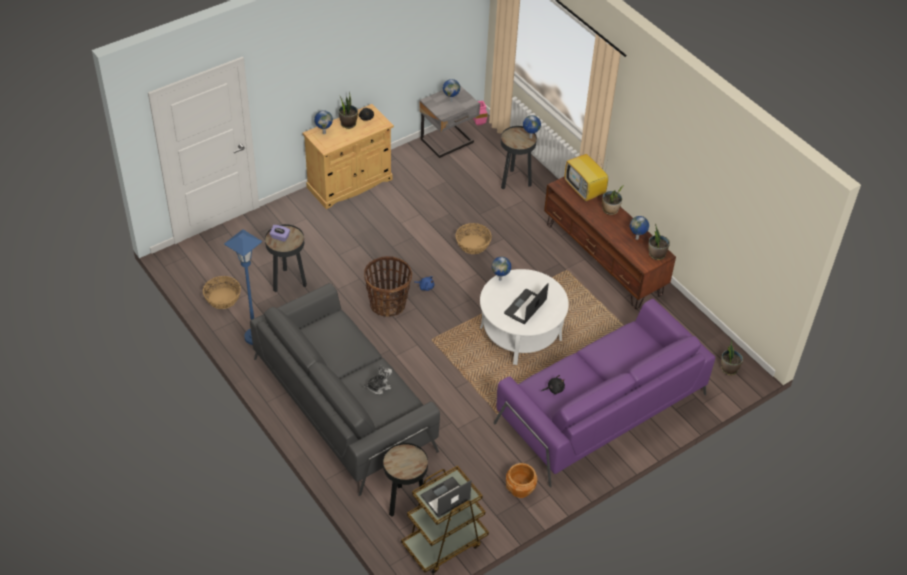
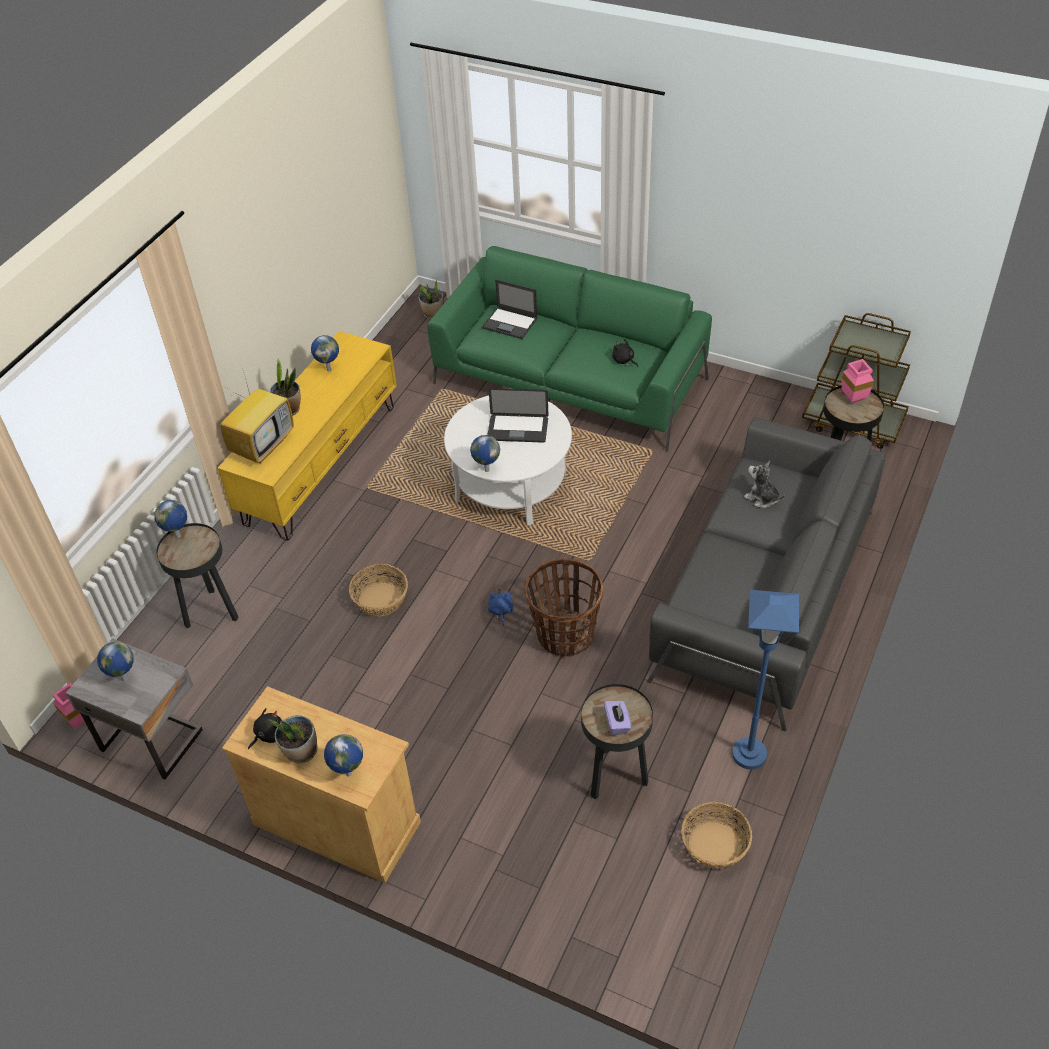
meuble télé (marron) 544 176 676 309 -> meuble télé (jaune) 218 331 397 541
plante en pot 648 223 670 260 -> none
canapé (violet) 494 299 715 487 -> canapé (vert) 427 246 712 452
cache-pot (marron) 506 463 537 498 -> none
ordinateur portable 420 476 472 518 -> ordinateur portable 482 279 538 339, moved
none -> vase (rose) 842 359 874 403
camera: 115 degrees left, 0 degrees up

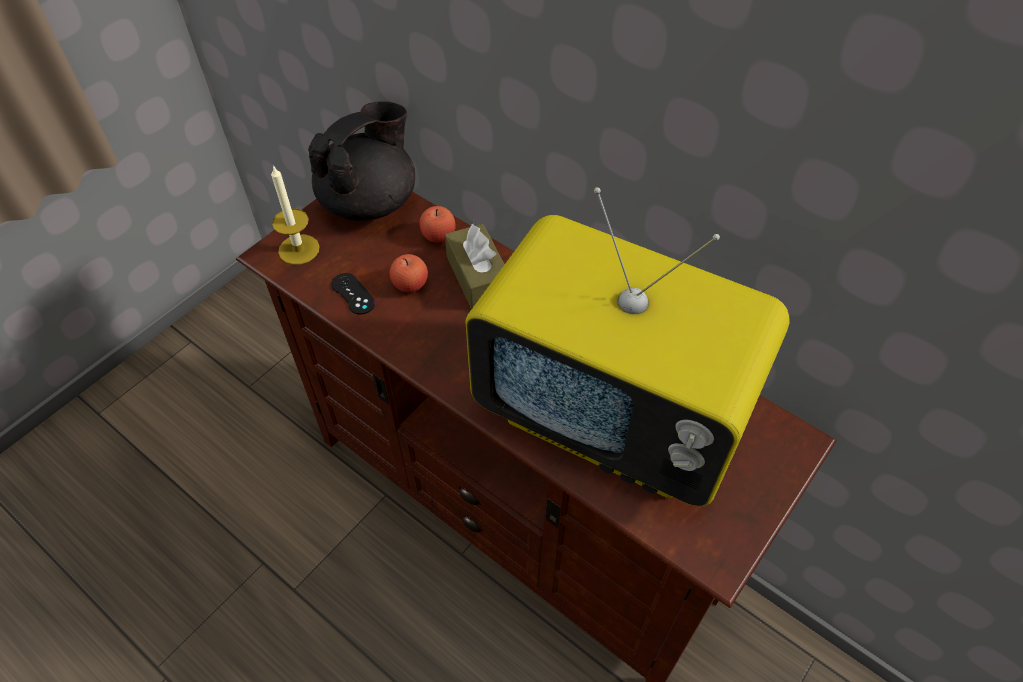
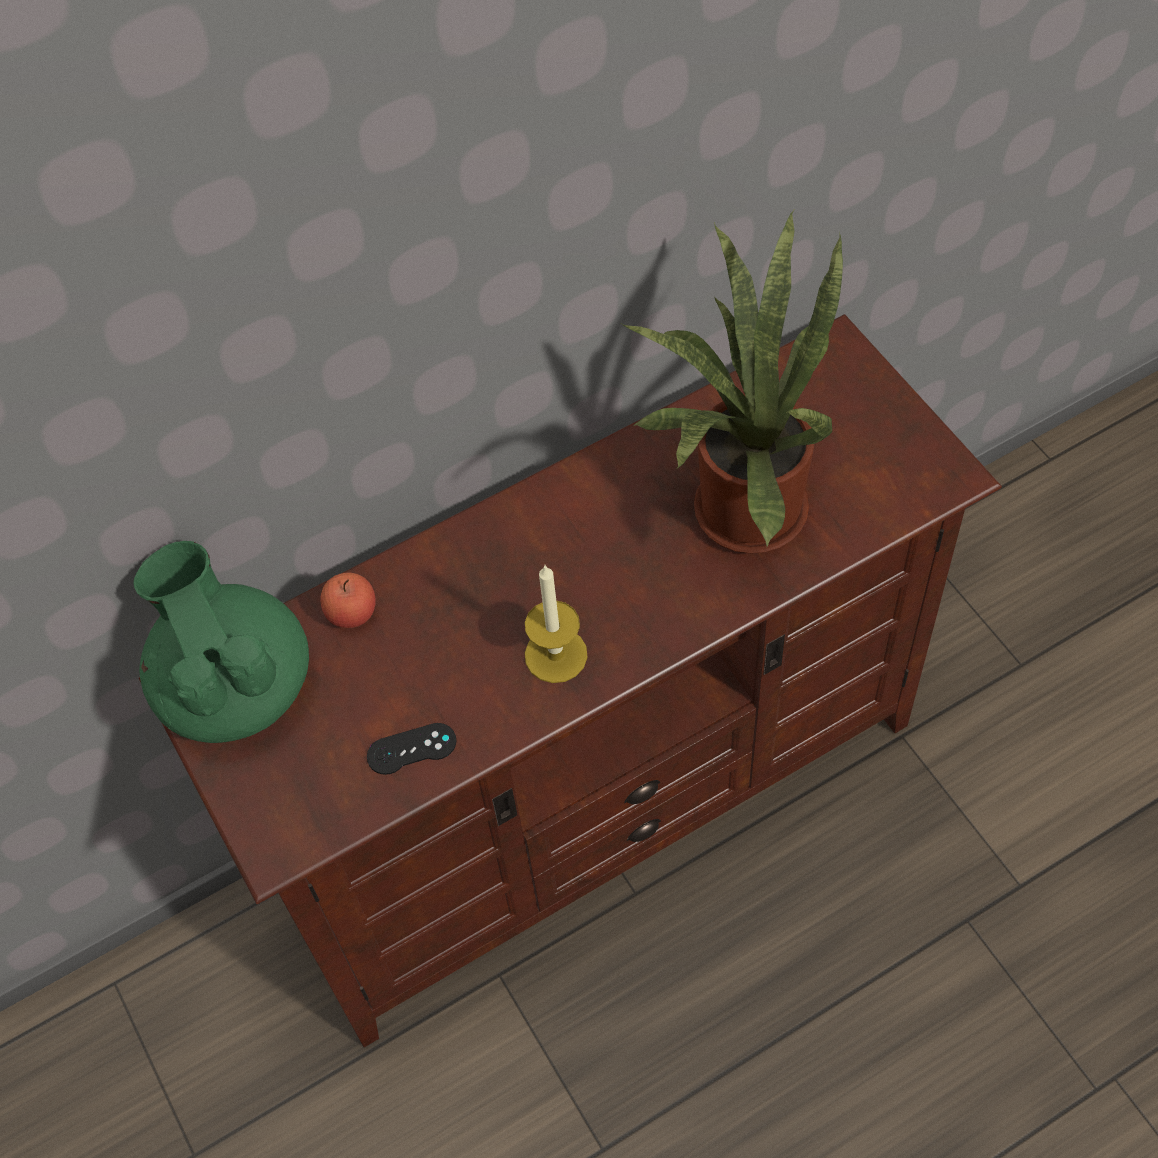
théière (noir) 308 101 415 221 -> théière (vert) 133 541 309 743
bougie 271 165 319 265 -> bougie 525 566 588 683, moved
téléviseur 466 187 789 506 -> plante en pot 622 210 843 554
boîte à mouchoirs (marron) 445 224 505 309 -> none
pomme 390 254 428 293 -> none
camera: 65 degrees left, 5 degrees up

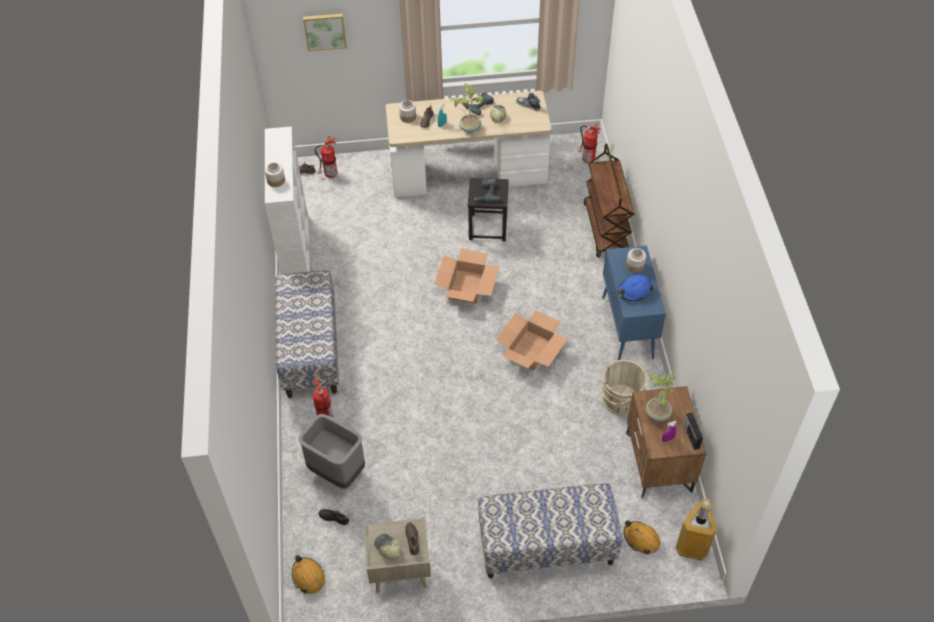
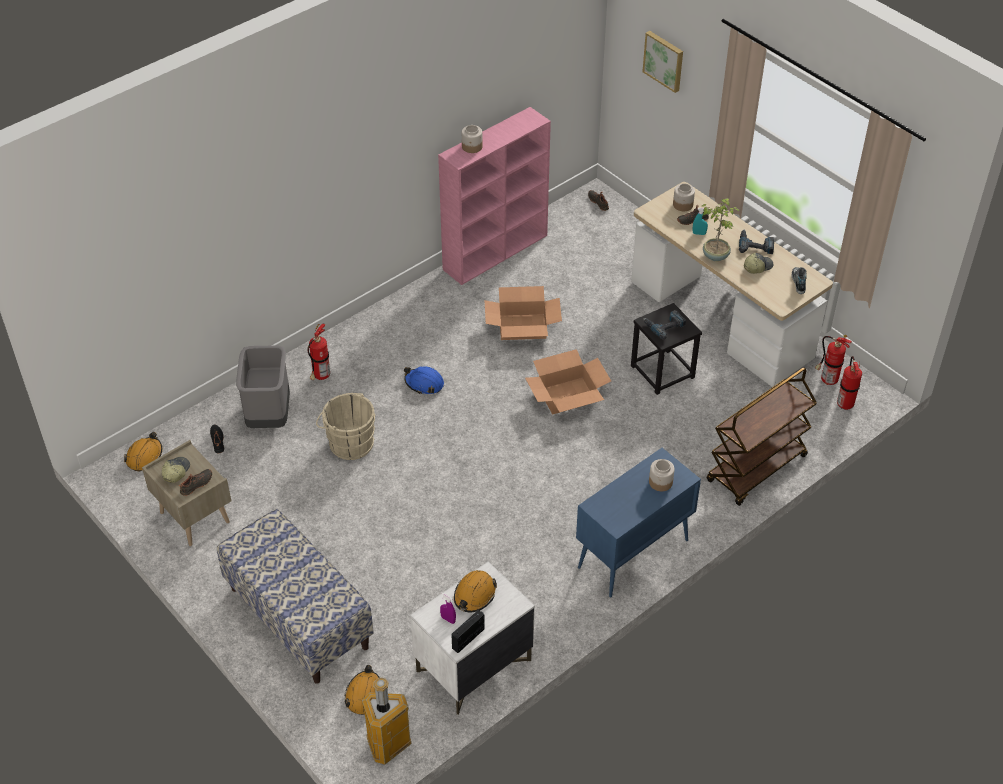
bibliothèque (blanc) 265 126 310 275 -> bibliothèque (rose) 438 107 551 285
extincteur 315 136 337 178 -> extincteur 815 334 852 385, moved
banc 275 270 339 398 -> none
casque de chantier (bleu) 618 274 653 301 -> casque de chantier (bleu) 404 366 444 394, moved
carton 496 310 568 371 -> carton 484 286 562 340, moved
seau (beige) 597 360 648 415 -> seau (beige) 316 393 376 460, moved
plante en pot 646 373 676 421 -> casque de chantier (orange) 454 570 497 612
table de chevet (marron) 626 386 706 498 -> table de chevet (blanc) 410 562 535 715
camera: 55 degrees right, 5 degrees down

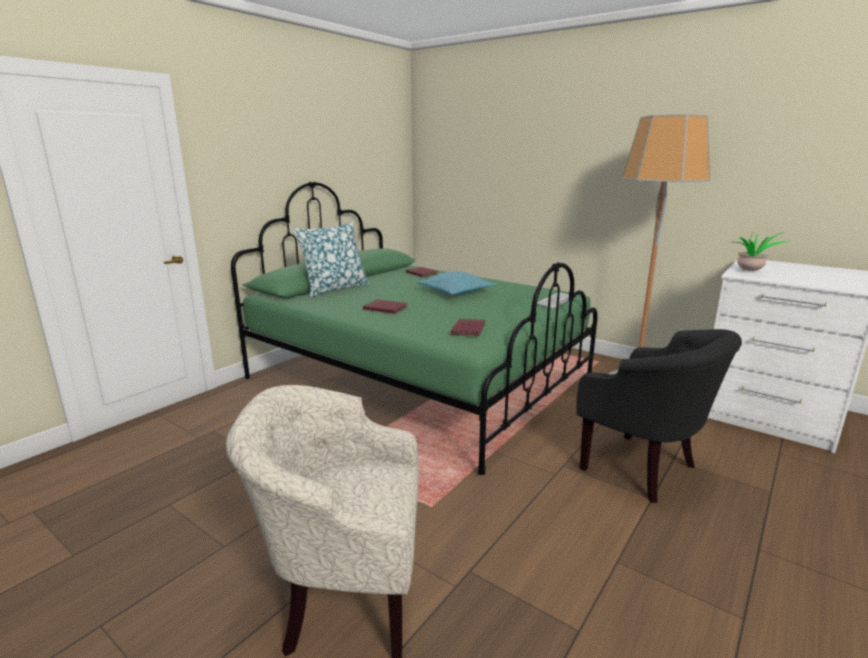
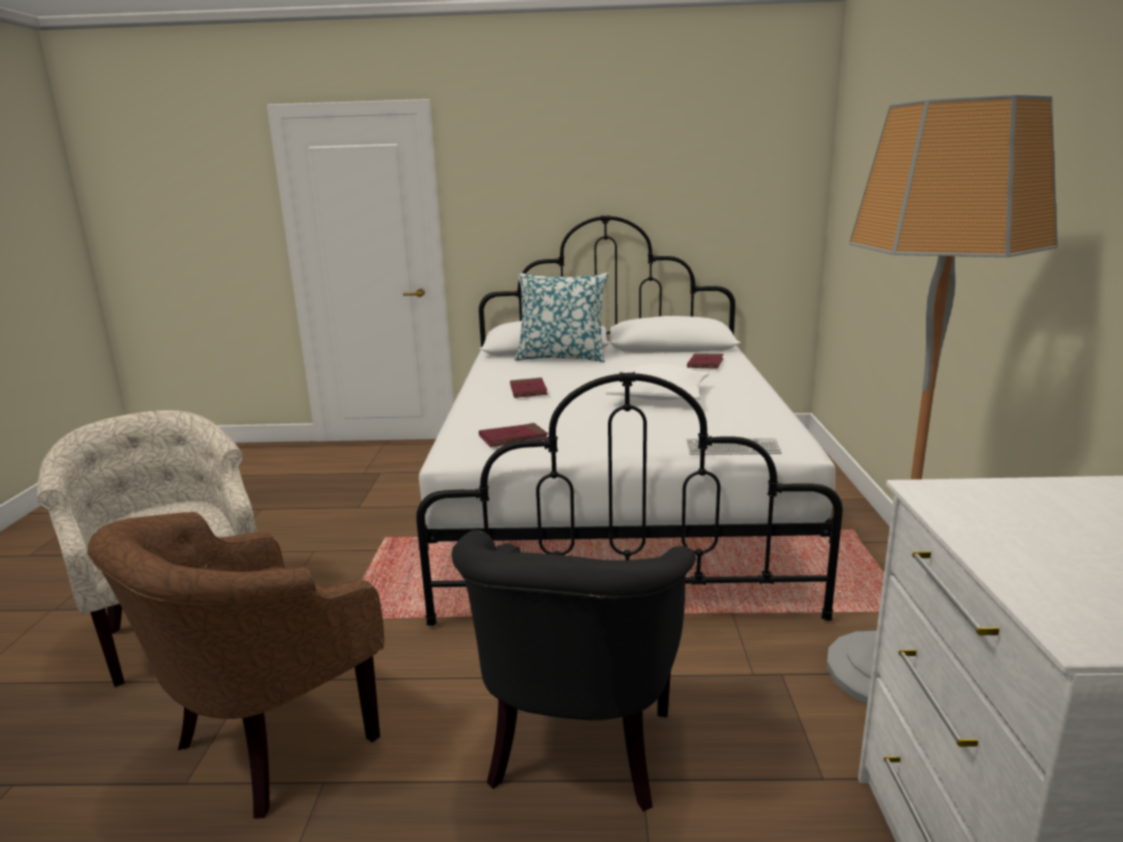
lit (vert) 231 181 598 475 -> lit (blanc) 416 215 843 626
plante en pot 735 232 788 271 -> none
coussin (turquoise) 417 271 496 295 -> coussin (blanc) 606 364 709 400
none -> fauteuil (marron) 88 512 384 819
camera: 55 degrees right, 0 degrees up

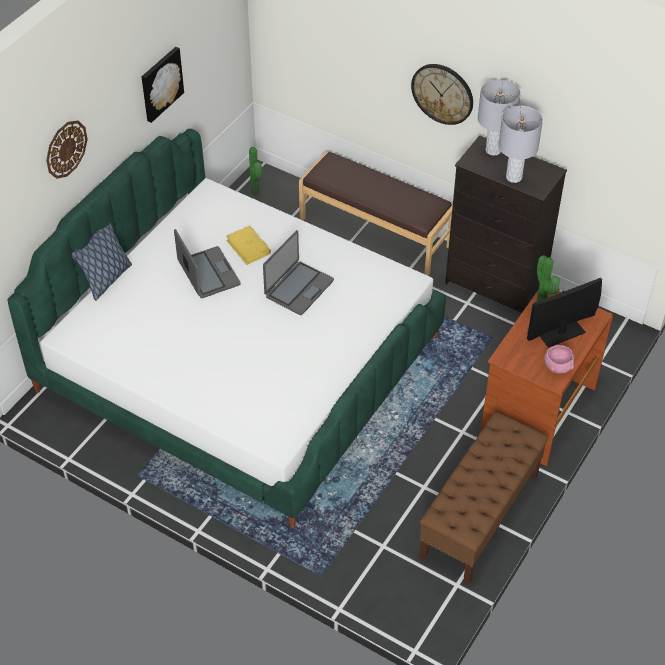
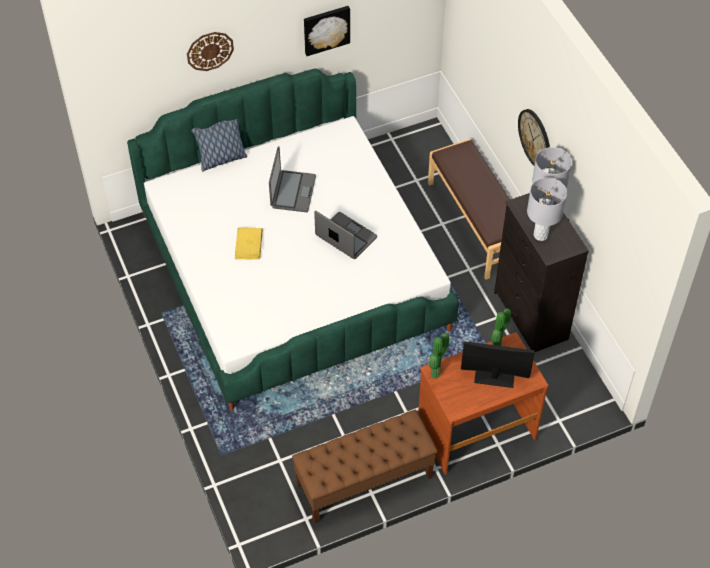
plante en pot 249 147 262 196 -> plante en pot 429 333 449 379, moved
livre (jaune) 226 226 271 265 -> livre (jaune) 235 227 263 259, moved
ordinateur portable 263 230 334 315 -> ordinateur portable 314 210 377 259, 120 degrees counterclockwise
bol (rose) 544 345 574 374 -> none
camera: 35 degrees right, 5 degrees up

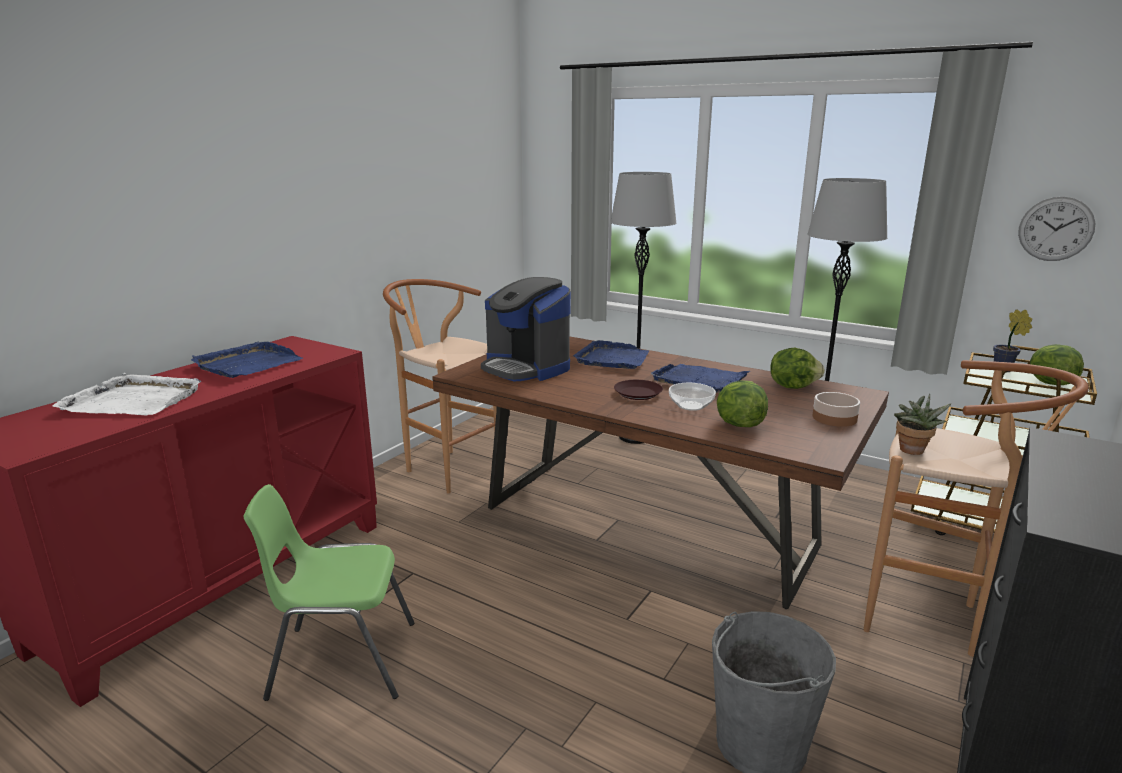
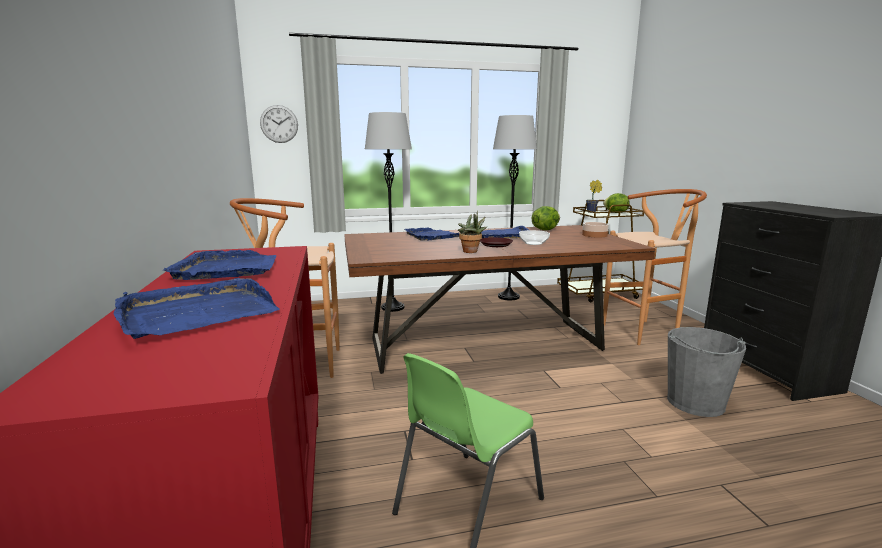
horloge murale 1018 197 1095 261 -> horloge murale 260 105 298 143, moved
machine à café 481 277 571 382 -> none
plateau (blanc) 52 373 201 416 -> plateau (bleu) 114 278 280 339
laitue 717 380 768 427 -> none
plante en pot 894 394 951 455 -> plante en pot 458 211 487 253, moved
camera: 45 degrees left, 5 degrees down

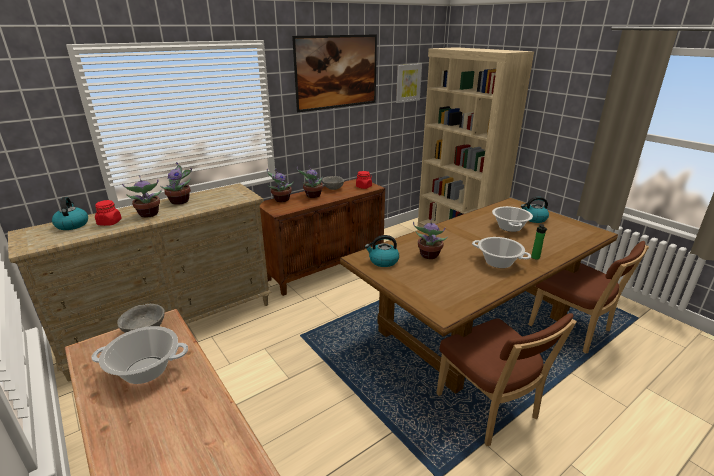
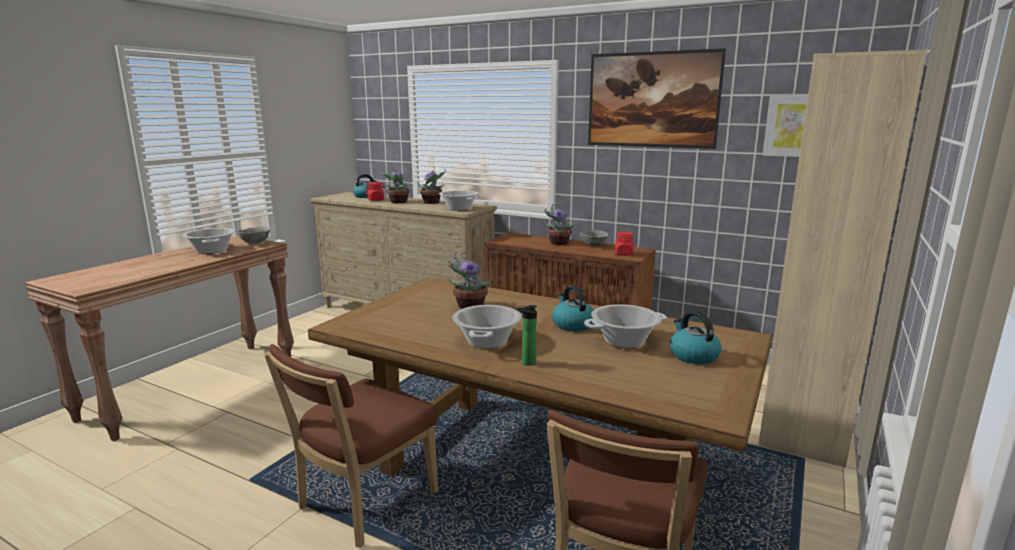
plante en pot 267 169 294 202 -> none
bouilloire 365 235 399 267 -> bouilloire 552 285 593 332, moved
none -> marmite 439 190 479 211
camera: 65 degrees right, 10 degrees down

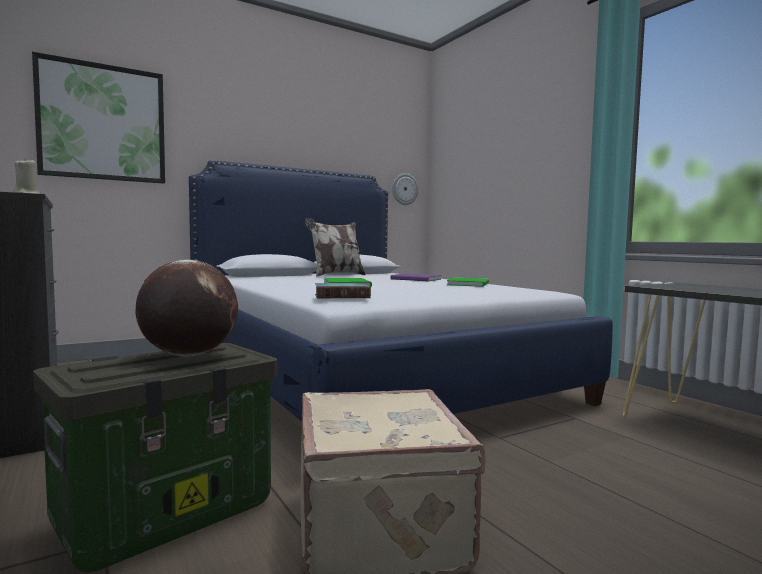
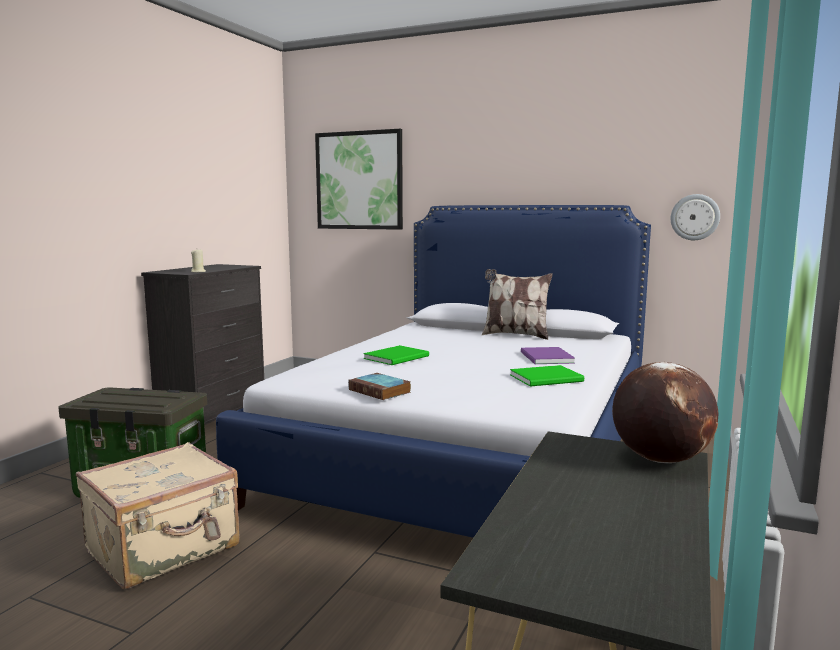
globe 135 259 238 357 -> globe 612 362 719 463, moved
livre 315 283 371 298 -> livre 348 373 411 400, moved
camera: 55 degrees right, 5 degrees up

